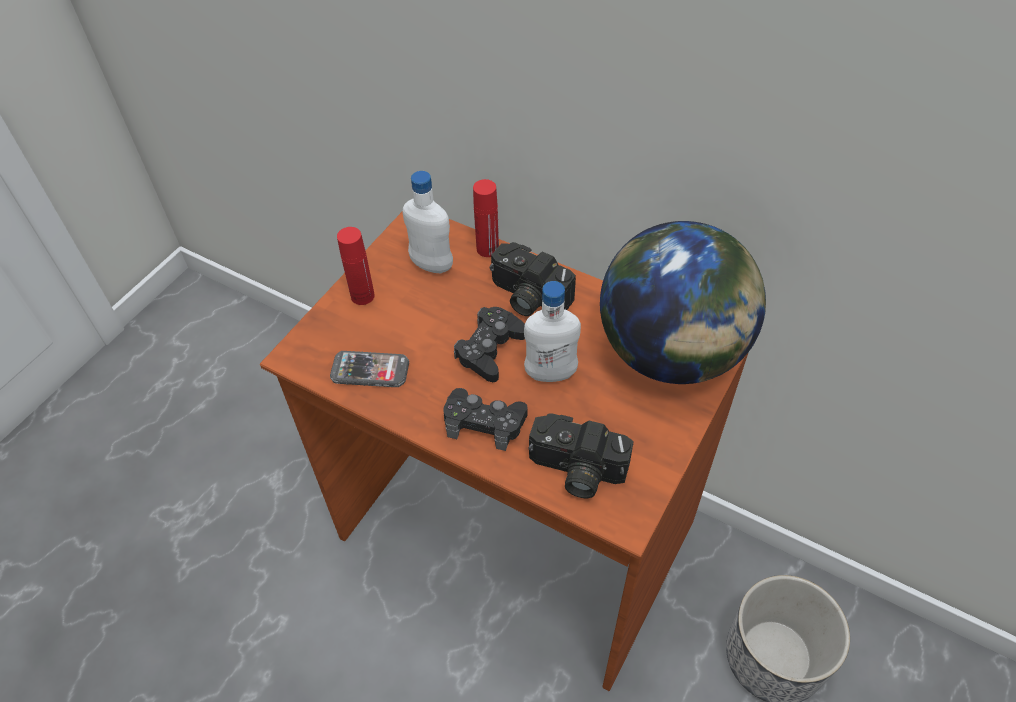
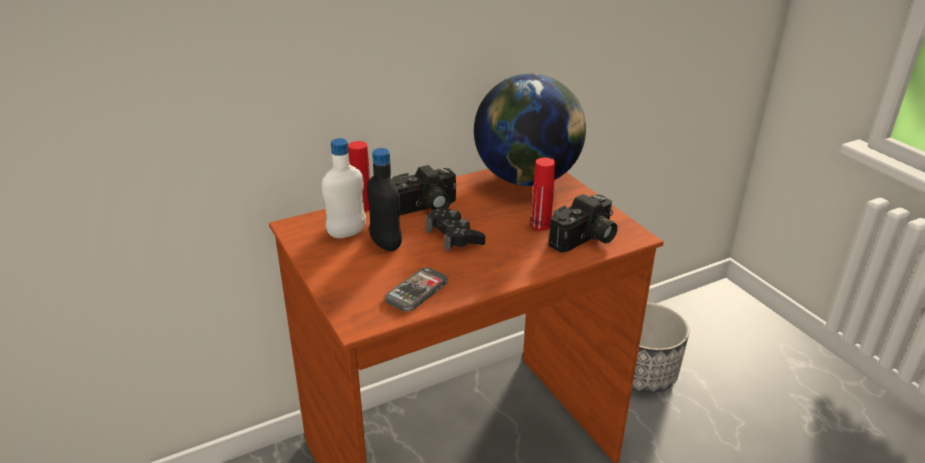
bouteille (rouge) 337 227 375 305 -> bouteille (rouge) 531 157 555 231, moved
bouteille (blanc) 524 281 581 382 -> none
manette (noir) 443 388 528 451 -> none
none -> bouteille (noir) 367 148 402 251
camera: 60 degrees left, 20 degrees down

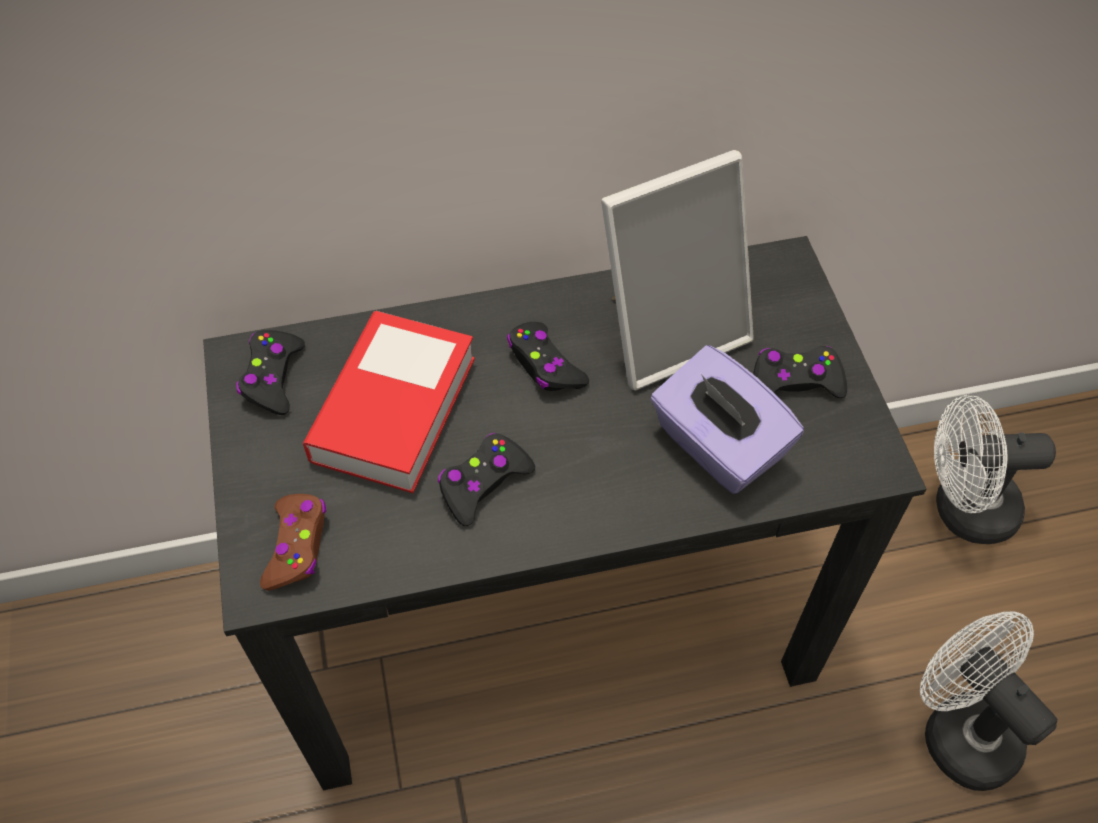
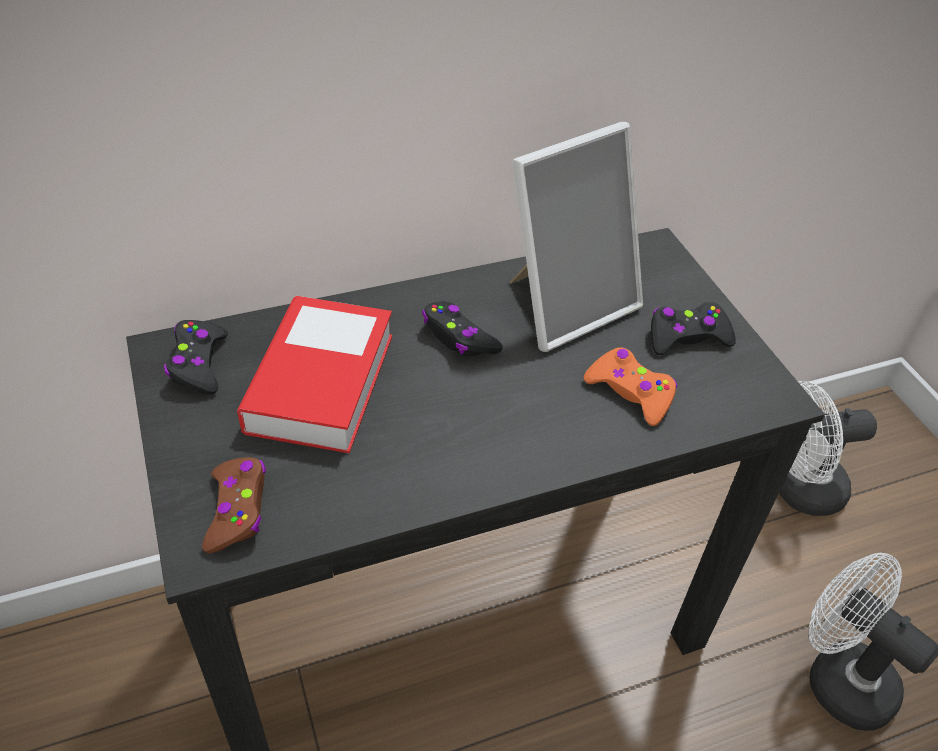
boîte à mouchoirs (violet) 650 345 804 494 -> manette (orange) 584 347 677 426
manette (noir) 438 433 535 526 -> none
camera: 10 degrees left, 10 degrees down

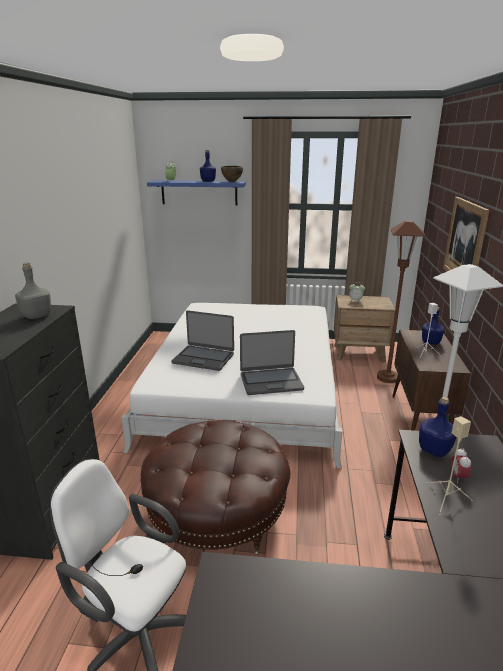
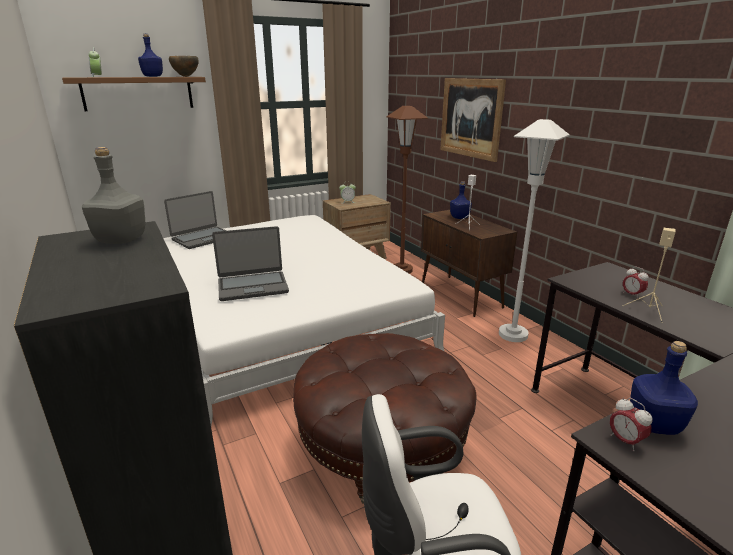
étagère (bleu) 147 181 246 205 -> étagère (marron) 62 77 206 111
ordinateur portable 240 330 304 395 -> ordinateur portable 164 191 226 249, moved
bouteille (bleu) 419 397 456 457 -> bouteille (bleu) 630 341 698 435, moved
none -> réveil 610 398 653 451
camera: 35 degrees left, 0 degrees up

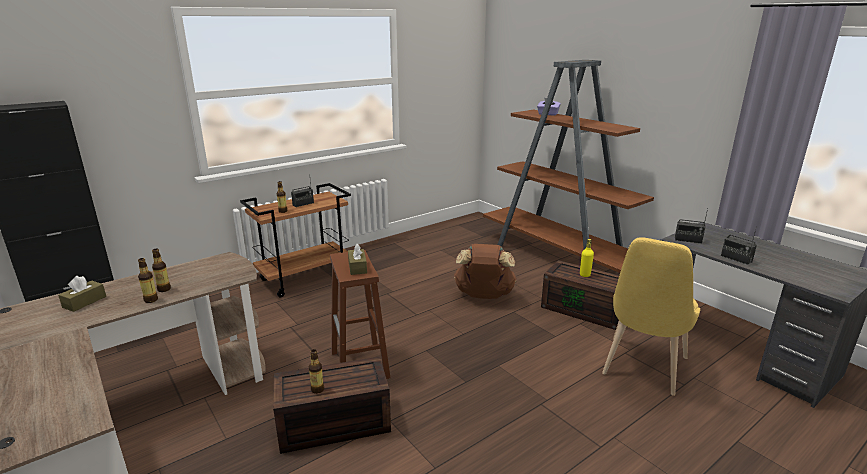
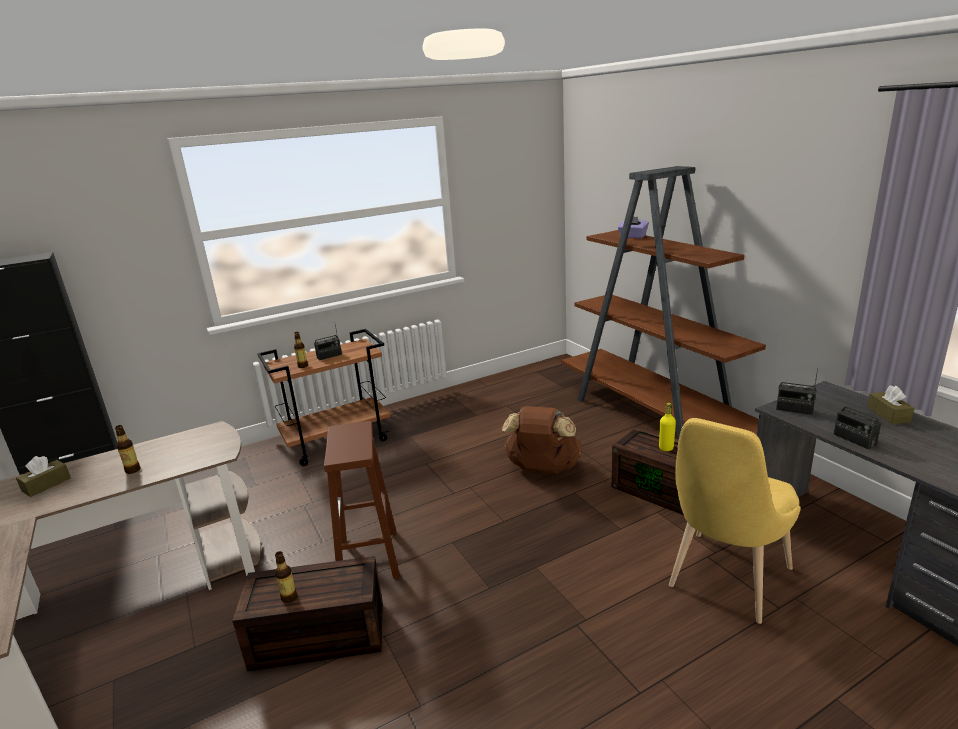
boîte à mouchoirs (marron) 348 243 367 275 -> boîte à mouchoirs (marron) 867 385 914 424, moved
bouteille 138 258 158 303 -> none
camera: 10 degrees right, 0 degrees up

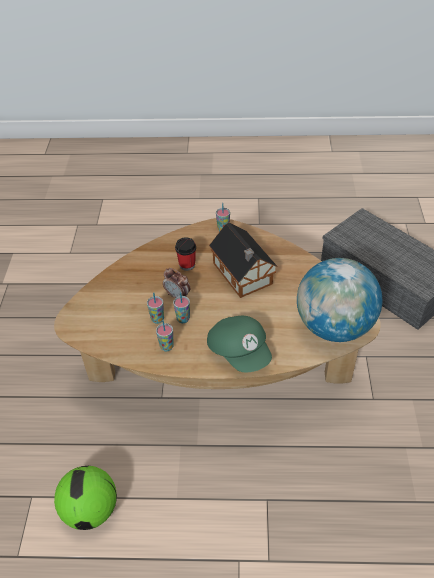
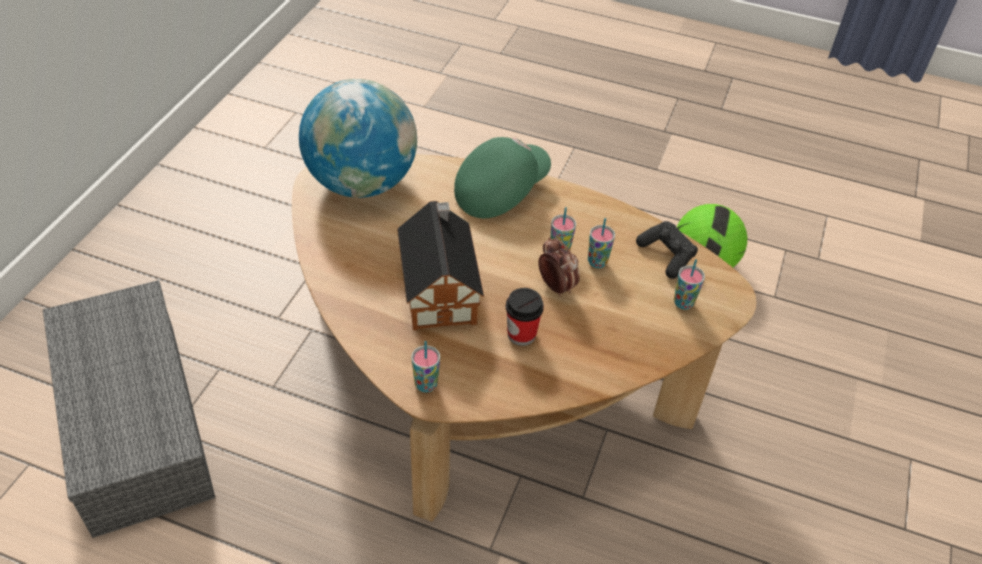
casquette (vert) 207 316 272 372 -> casquette (vert) 454 137 551 218, 60 degrees clockwise
tasse 156 320 174 351 -> tasse 674 259 705 310, moved
none -> manette (noir) 636 221 698 279
camera: 165 degrees left, 0 degrees up

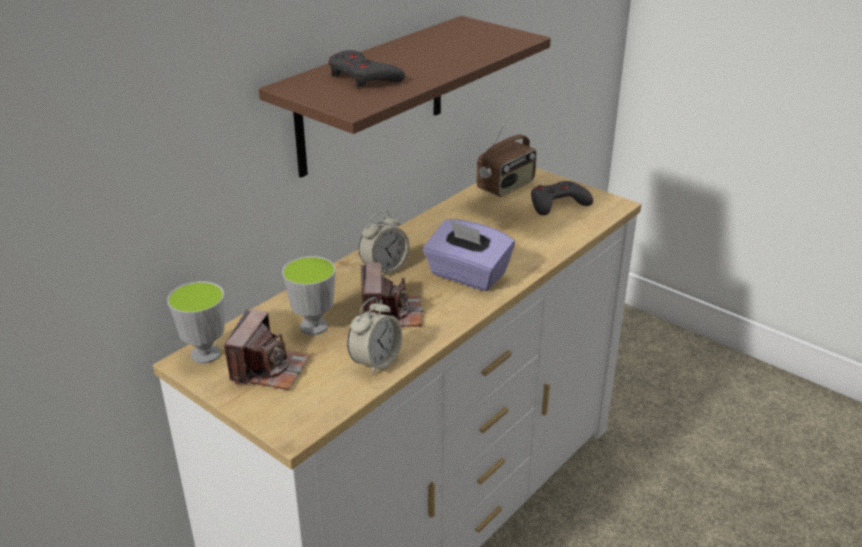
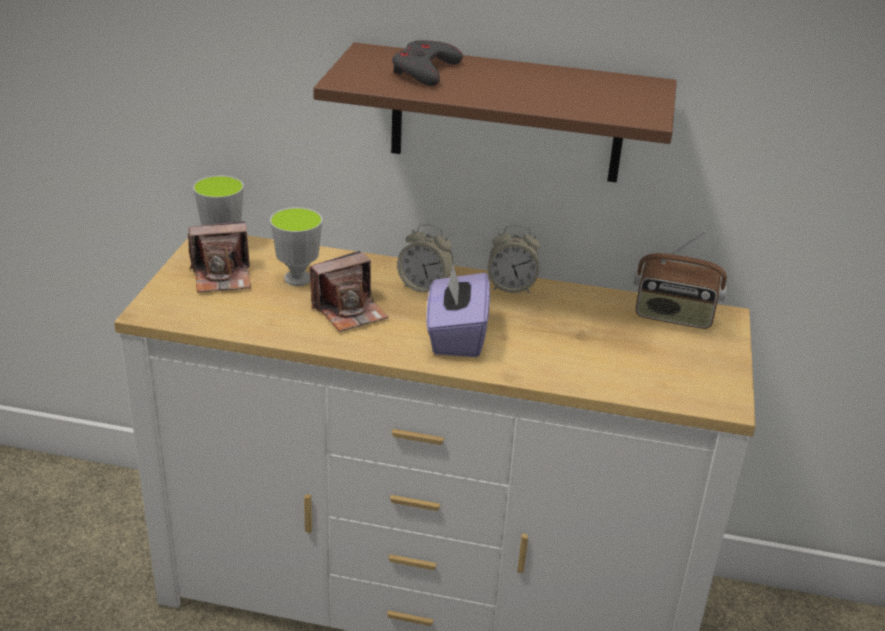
manette (gris) 531 181 593 216 -> none
réveil 347 297 402 376 -> réveil 488 225 540 293, moved
camera: 60 degrees right, 0 degrees up

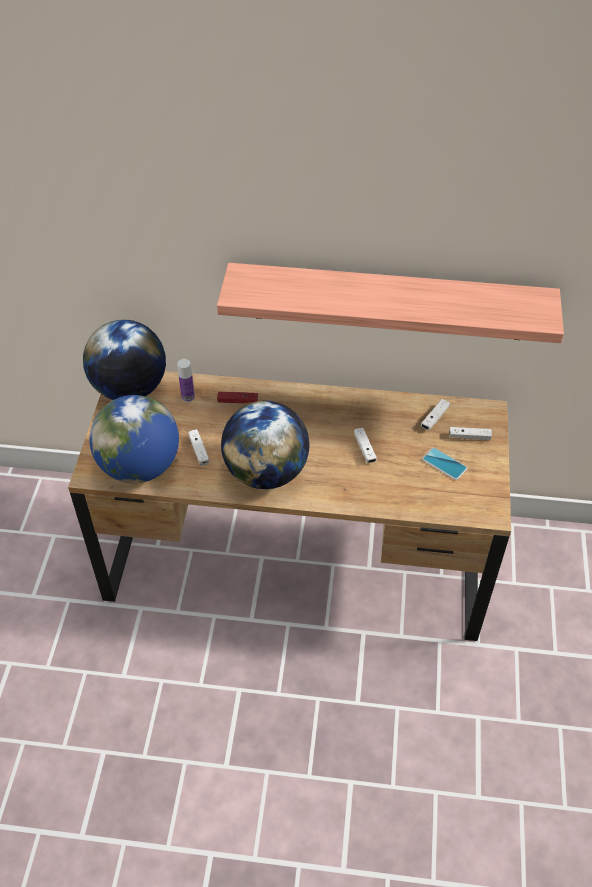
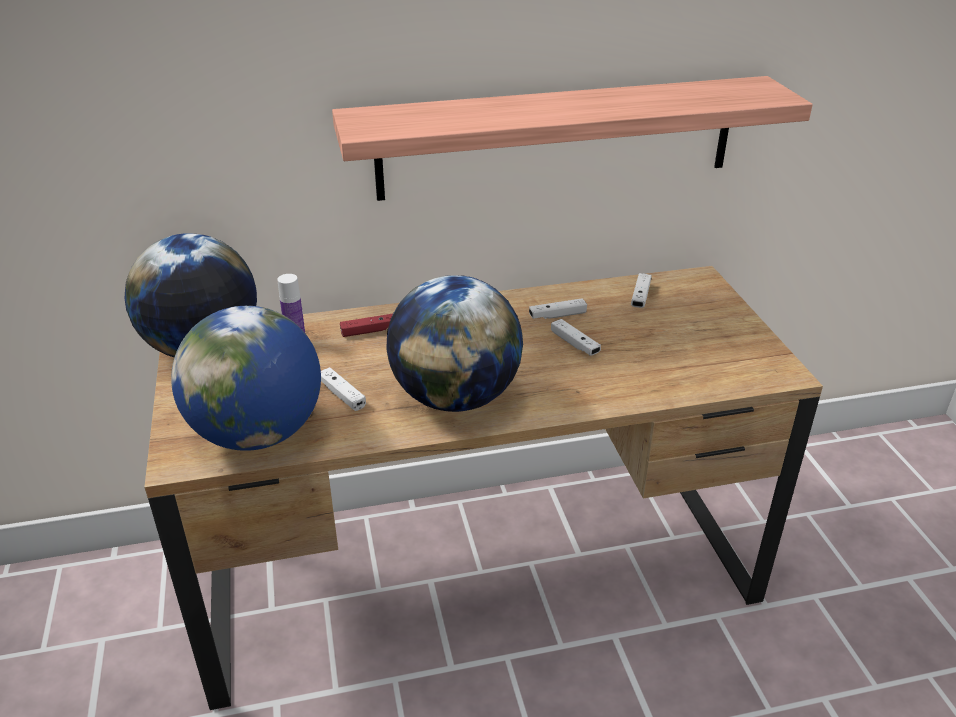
manette (blanc) 449 427 492 440 -> manette (blanc) 529 298 587 319, moved
téléphone 422 447 467 480 -> none
camera: 20 degrees left, 15 degrees down

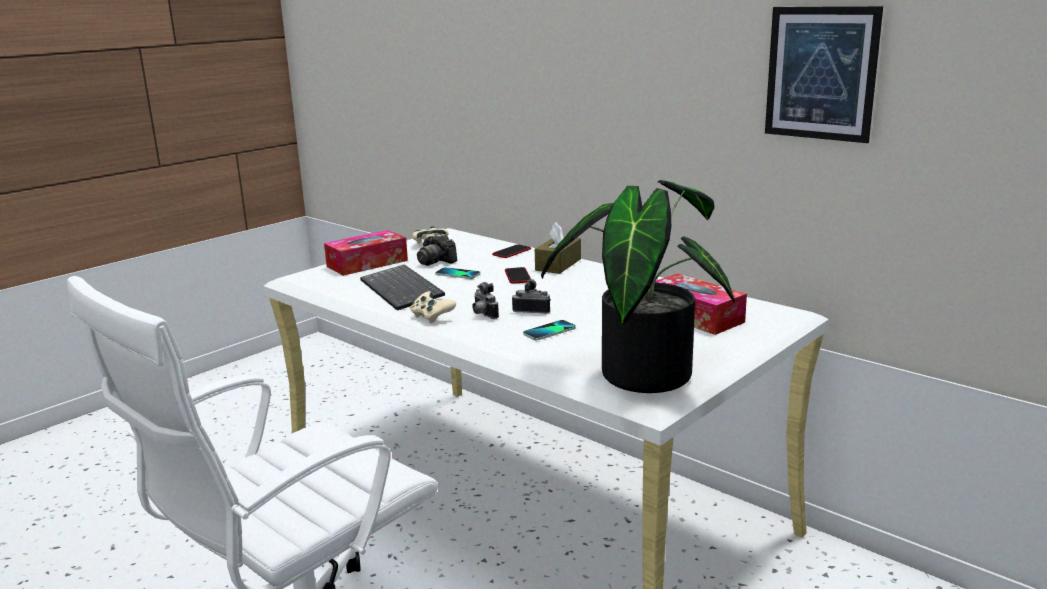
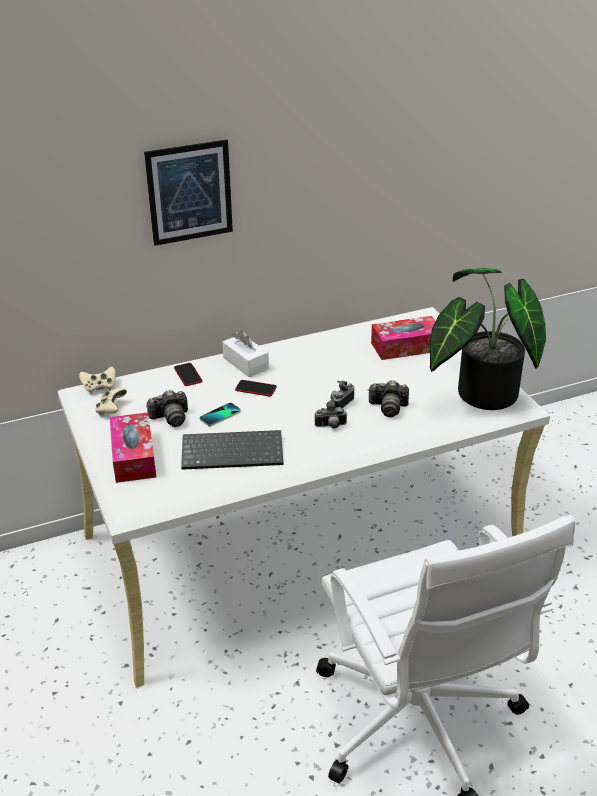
tableau 765 6 883 143 -> tableau 144 139 233 246, moved
boîte à mouchoirs (marron) 535 222 581 274 -> boîte à mouchoirs (blanc) 222 330 269 377
manette (beige) 410 291 456 323 -> manette (beige) 79 367 116 394, moved
téléphone 523 320 576 340 -> appareil photo 368 380 409 417
camera: 65 degrees left, 15 degrees up

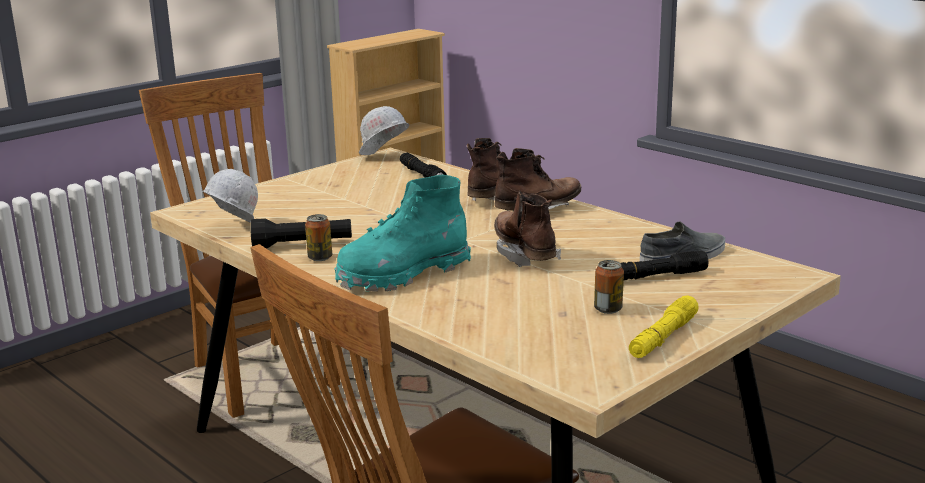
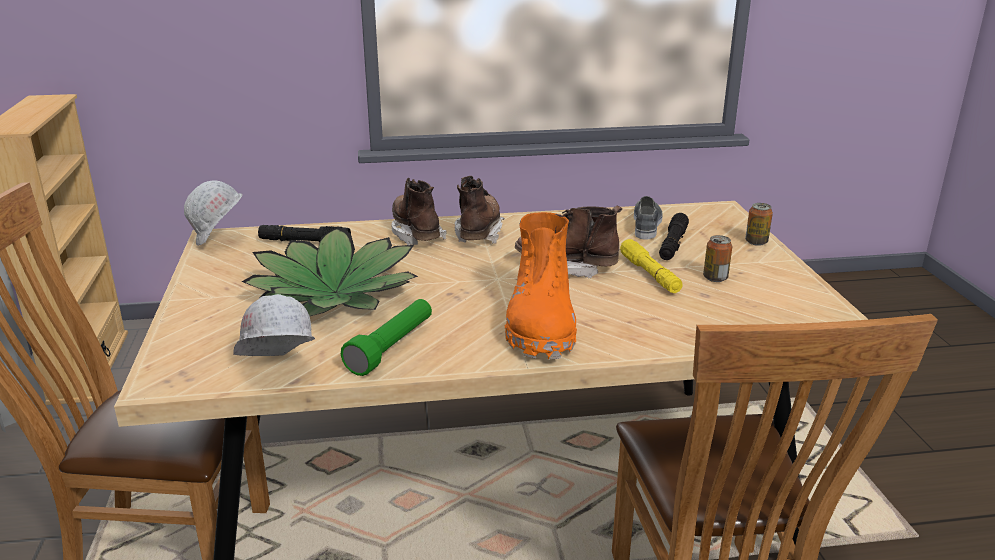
botte (turquoise) 334 175 471 292 -> botte (orange) 505 212 577 360
boîte métallique 305 214 332 261 -> boîte métallique 745 203 773 246, moved
lampe de poche (noir) 250 218 352 249 -> lampe de poche (vert) 341 299 432 376
lampe de poche (jaune) 629 296 699 358 -> lampe de poche (jaune) 620 239 683 293, moved
none -> plante en pot 242 227 418 316
camera: 55 degrees left, 5 degrees up

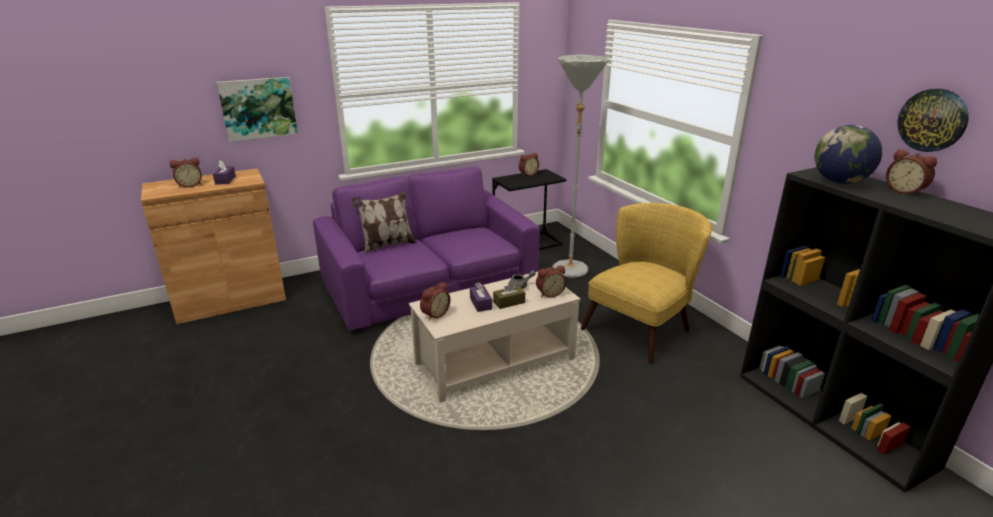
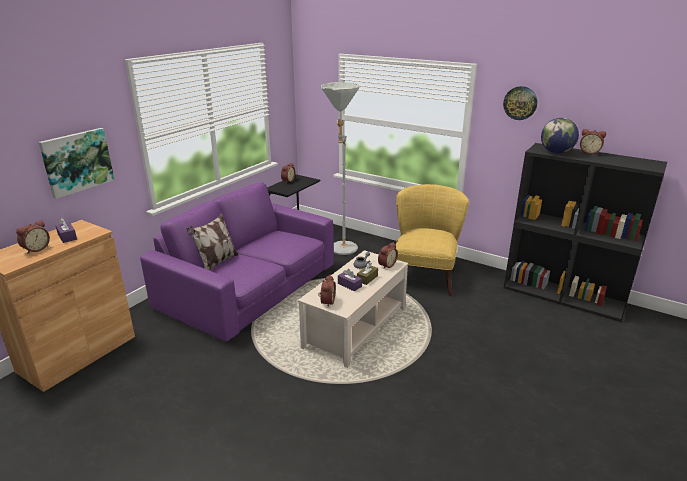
horloge murale 898 88 968 152 -> horloge murale 503 86 537 120, moved
camera: 30 degrees left, 0 degrees up

